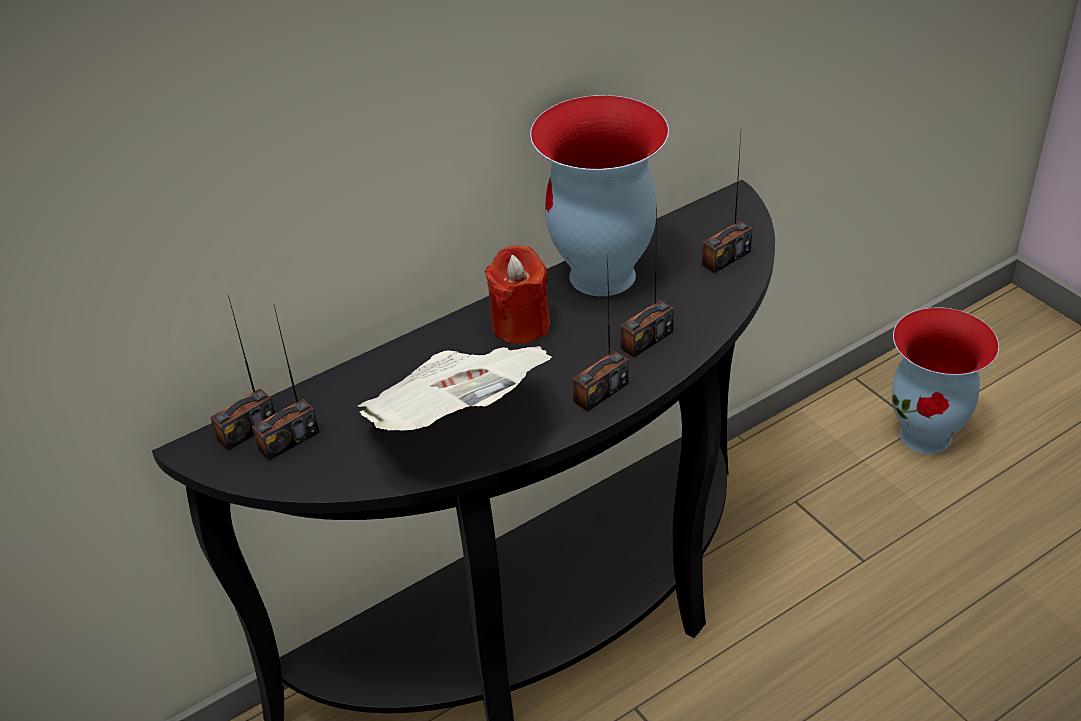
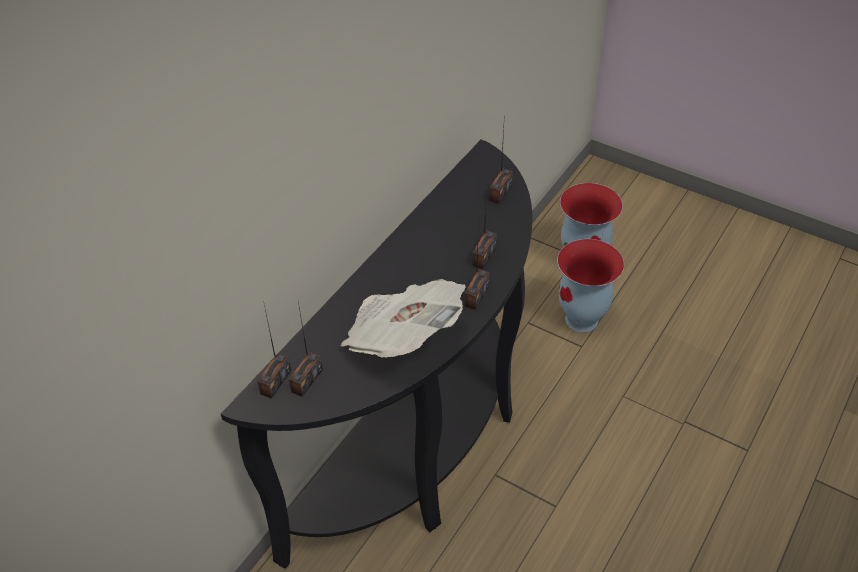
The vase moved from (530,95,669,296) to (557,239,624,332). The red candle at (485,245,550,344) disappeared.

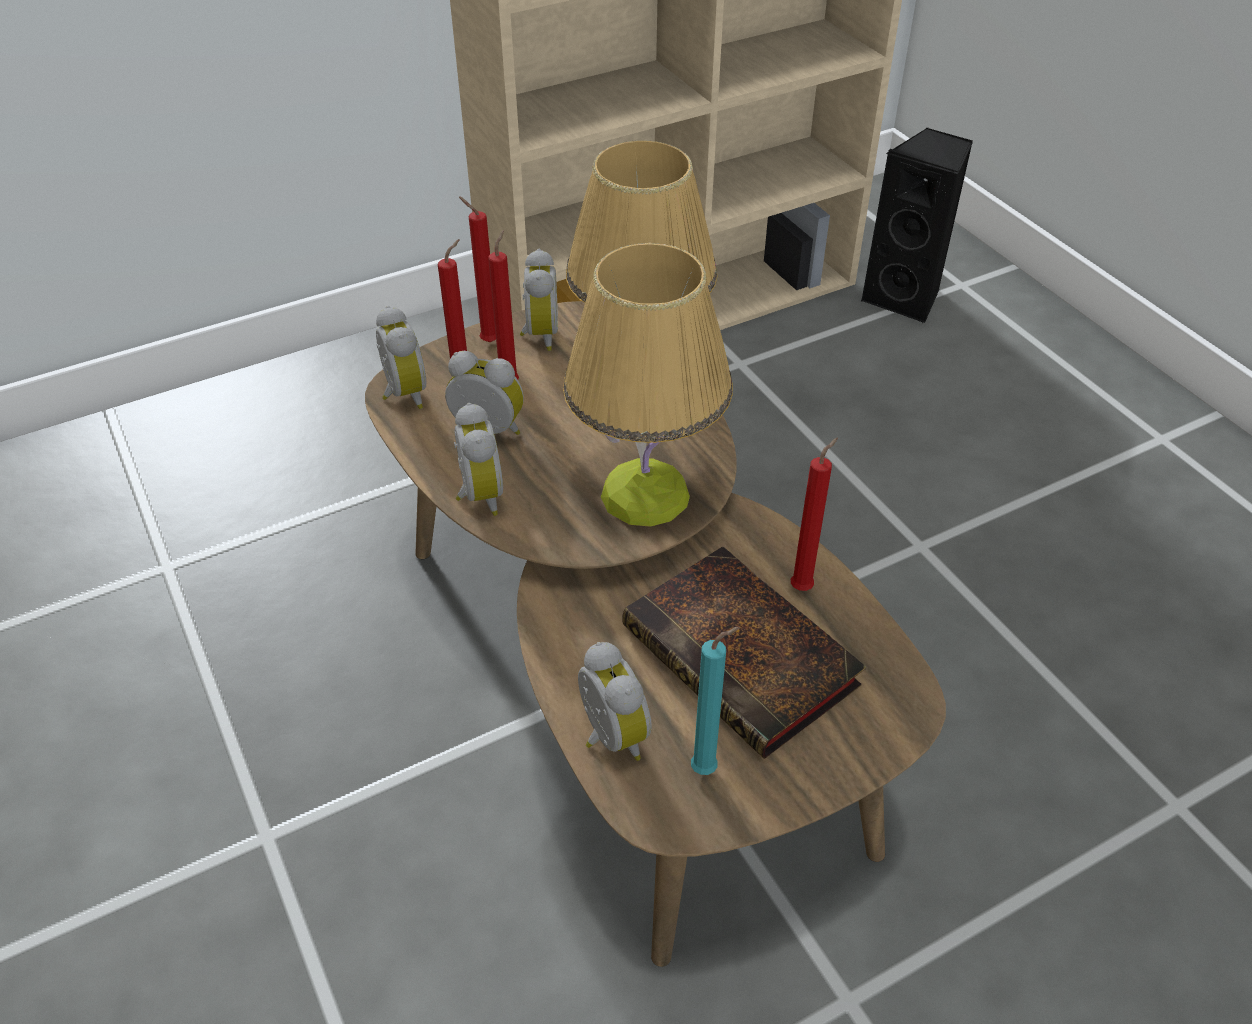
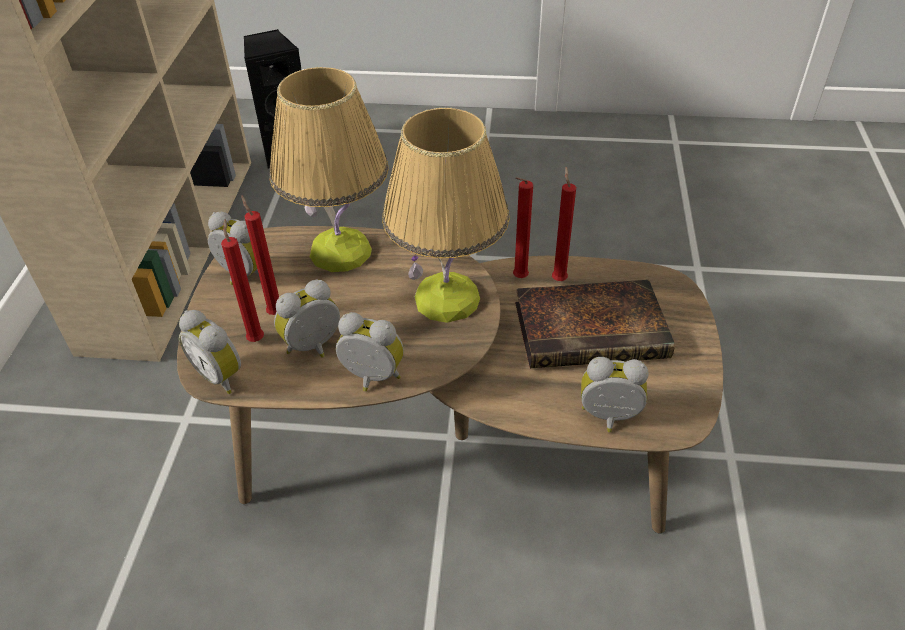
The red candle moved from (459,196,496,342) to (513,177,533,278). The alarm clock at (376,306,427,409) turned 150 degrees counterclockwise. The turquoise candle at (691,627,740,775) disappeared.

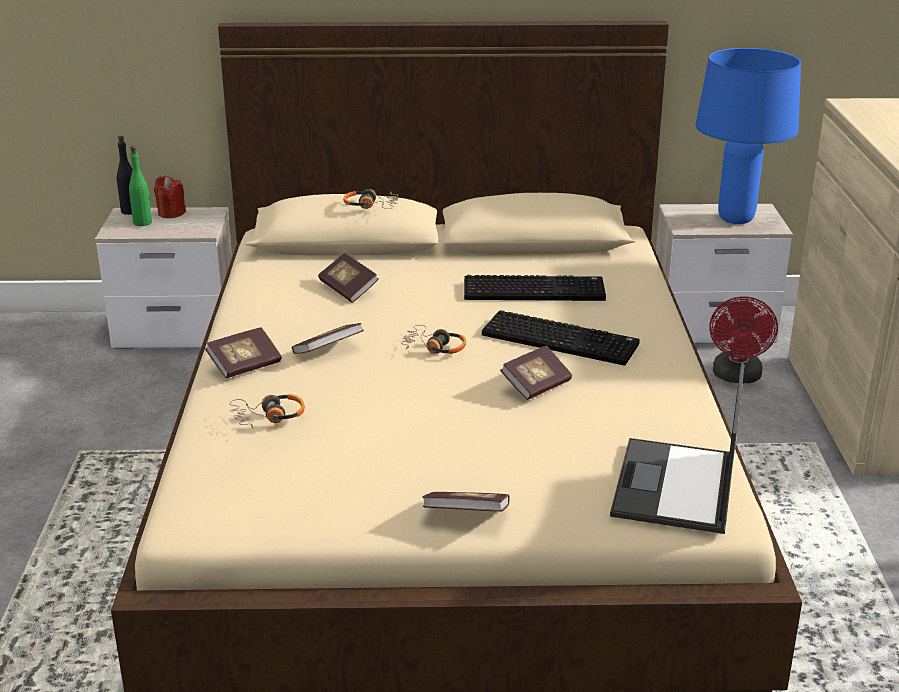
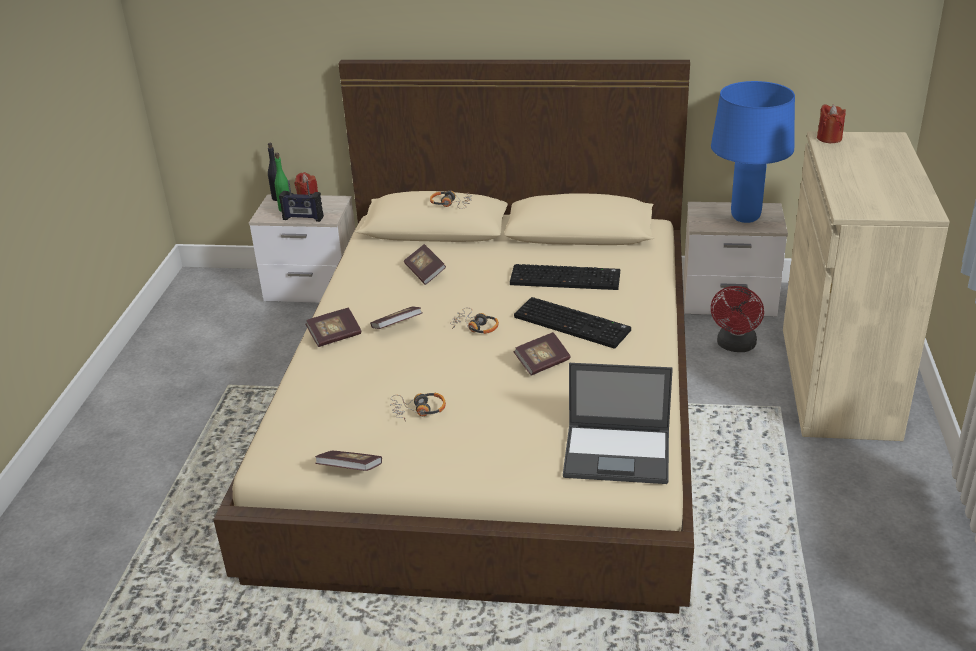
The laptop at (610,363,744,534) turned 105 degrees counterclockwise. The headphones moved from (230,394,305,429) to (390,393,446,422). The book moved from (422,492,510,512) to (315,451,382,471). The red candle at (817,104,846,143) appeared. The radio at (279,180,324,222) appeared.

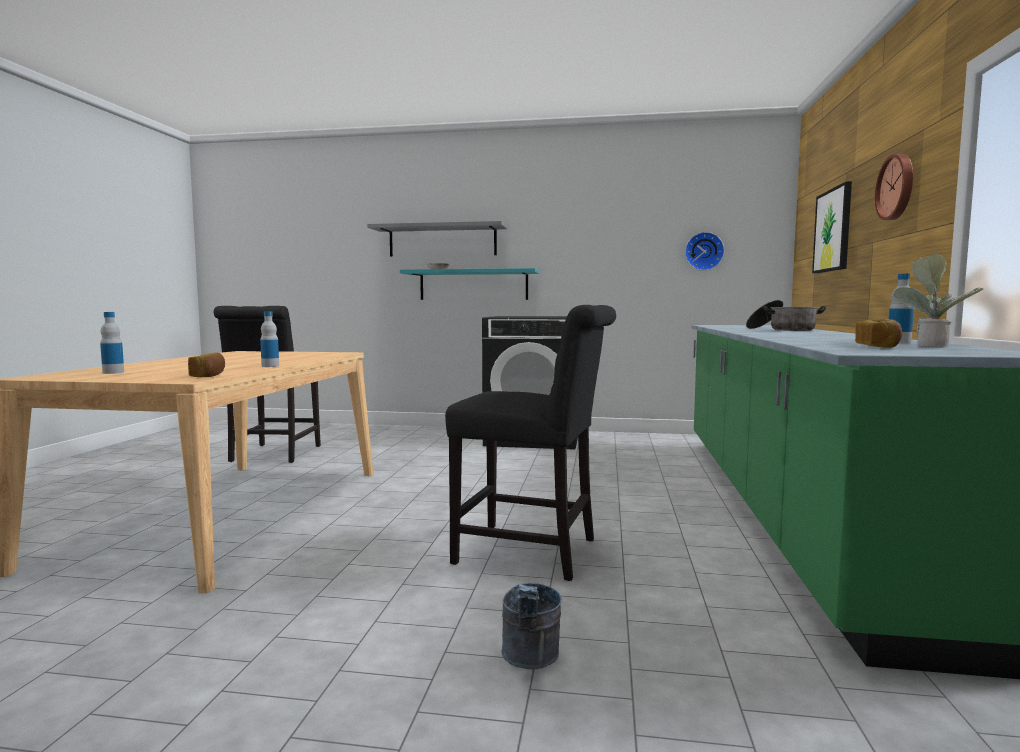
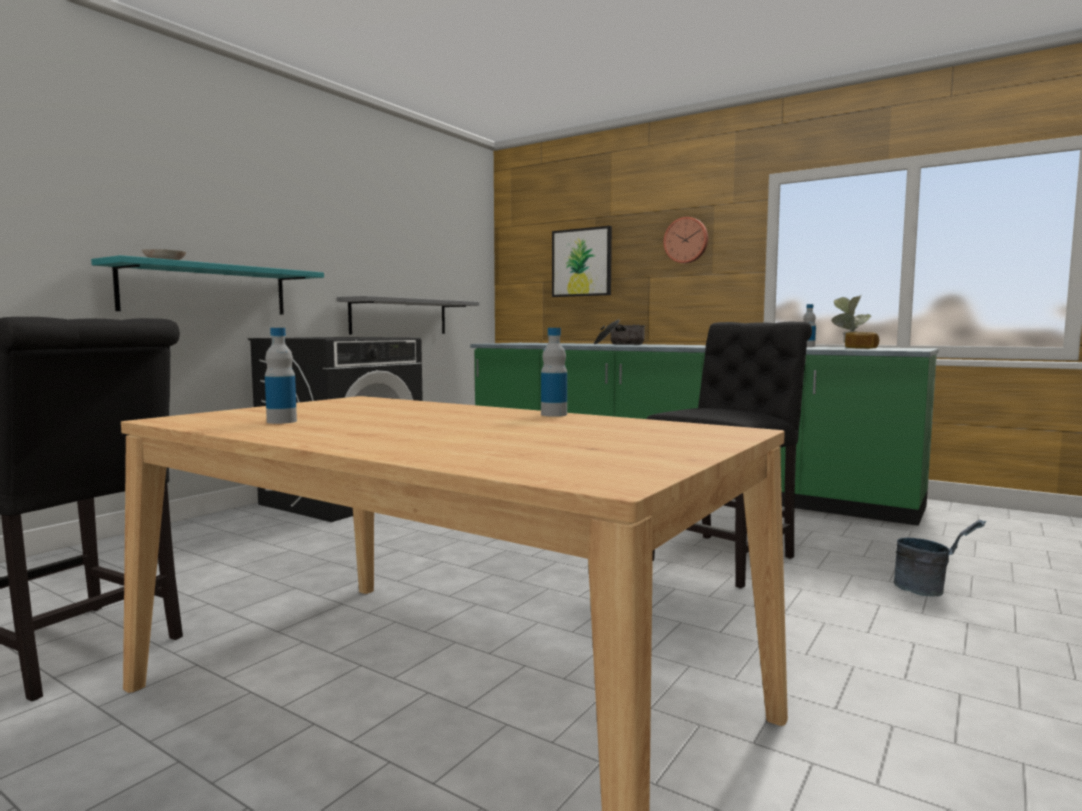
The grey shelf moved from (367,221,507,257) to (337,296,479,335). The wall clock at (685,232,724,271) disappeared. The bottle moved from (100,312,124,374) to (265,328,297,424). The bread at (188,352,225,377) disappeared.

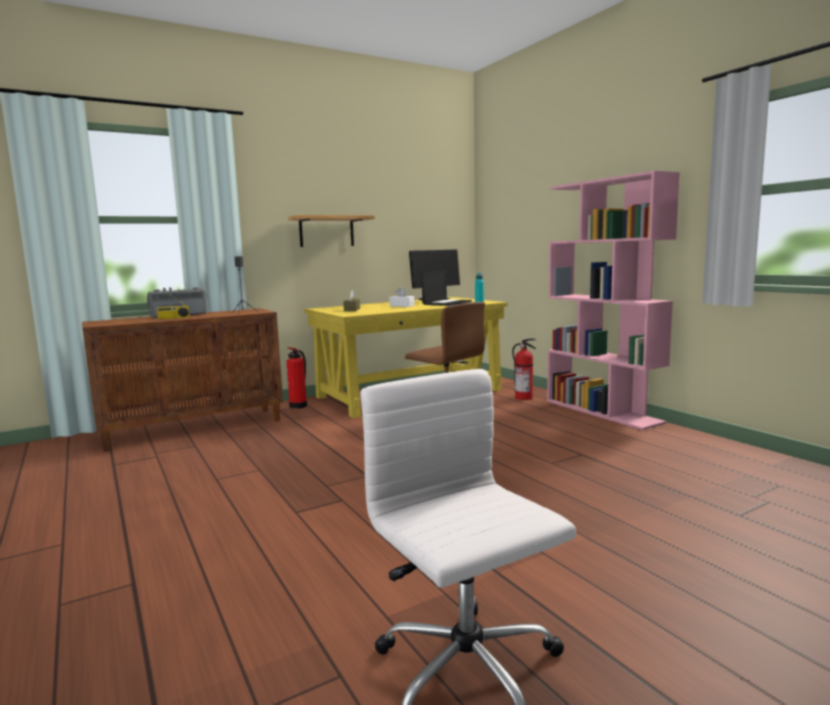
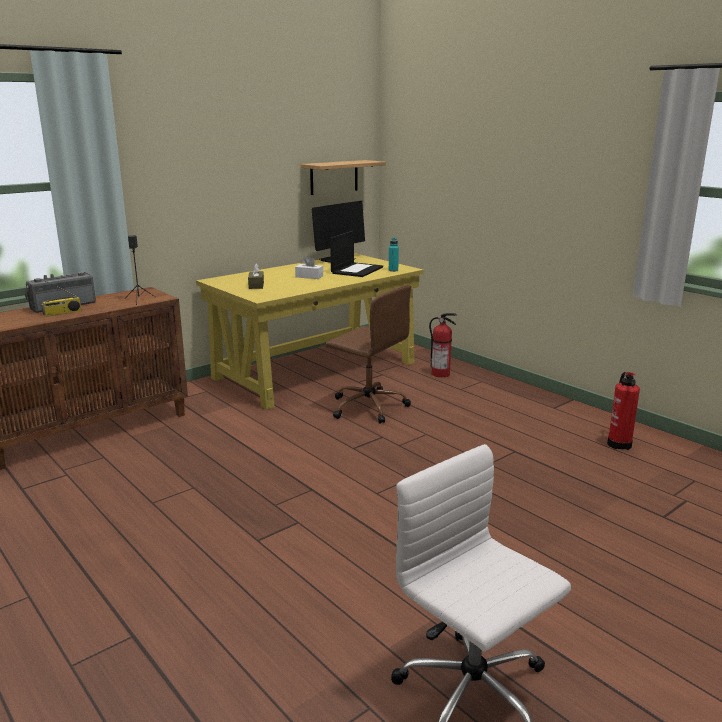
The pink bookcase at (547,170,680,430) disappeared. The shelf moved from (288,215,375,247) to (301,160,386,195). The fire extinguisher moved from (286,347,307,409) to (607,372,640,450).

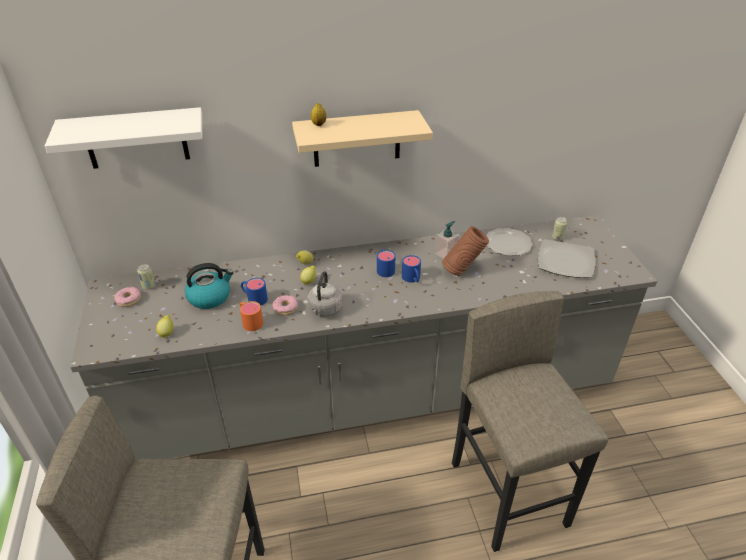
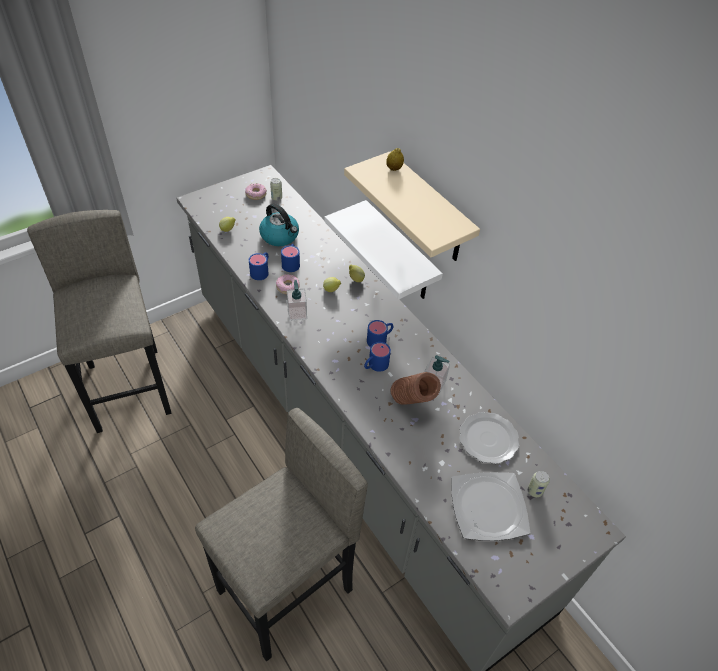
The white shelf moved from (45,107,202,169) to (325,200,443,299). The grey kettle at (307,271,342,317) was replaced by the soap dispenser at (287,280,307,321). The orange mug at (240,301,263,331) became the blue mug at (249,252,269,280).

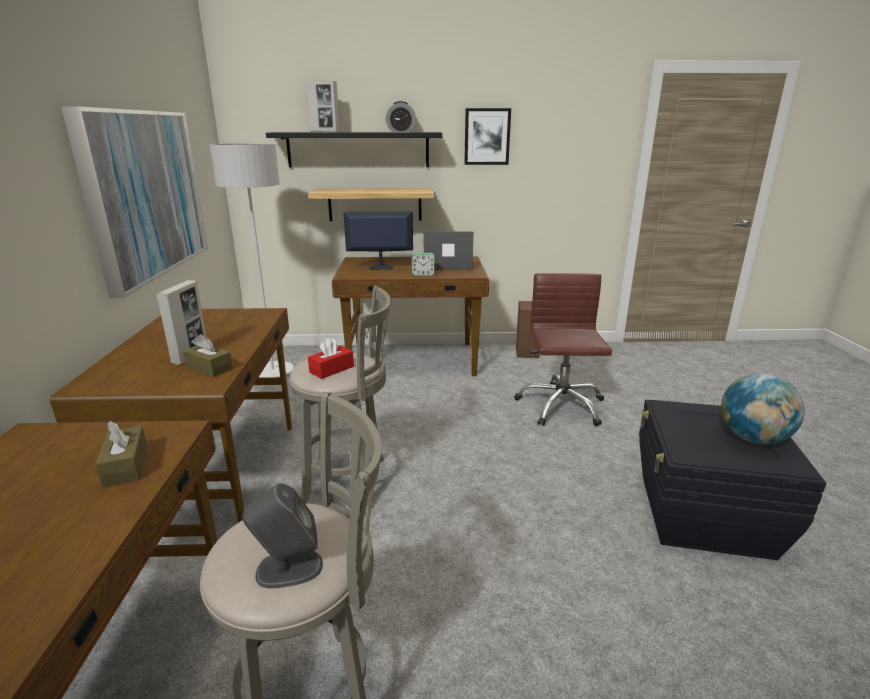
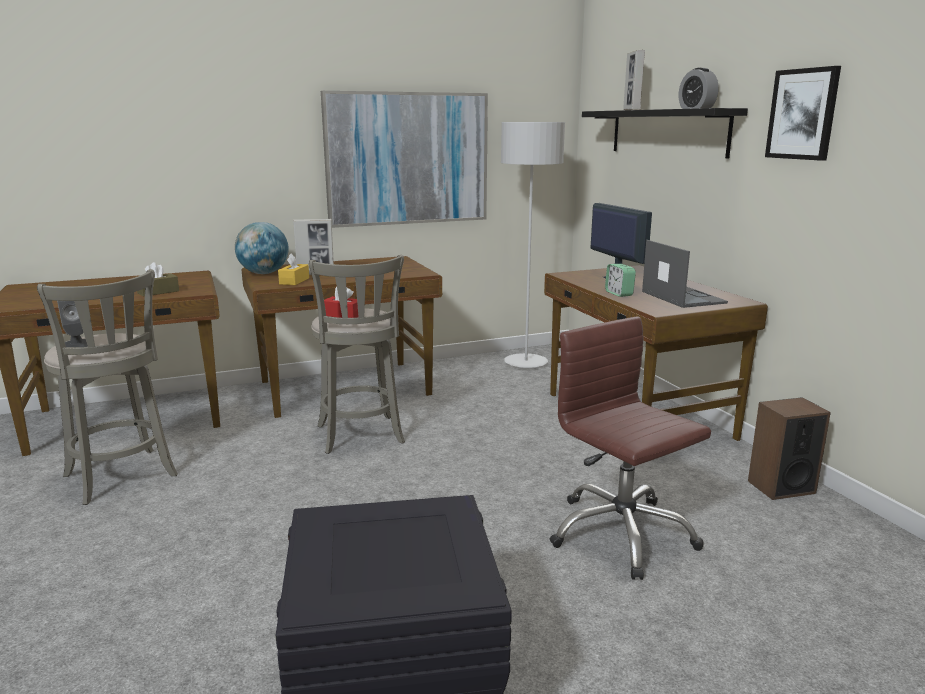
The shelf at (308,188,434,221) disappeared. The brown office chair at (514,273,612,426) turned 105 degrees counterclockwise. The brown tissue box at (183,334,233,377) became the yellow tissue box at (278,253,309,285). The globe moved from (721,373,805,445) to (235,222,289,274).

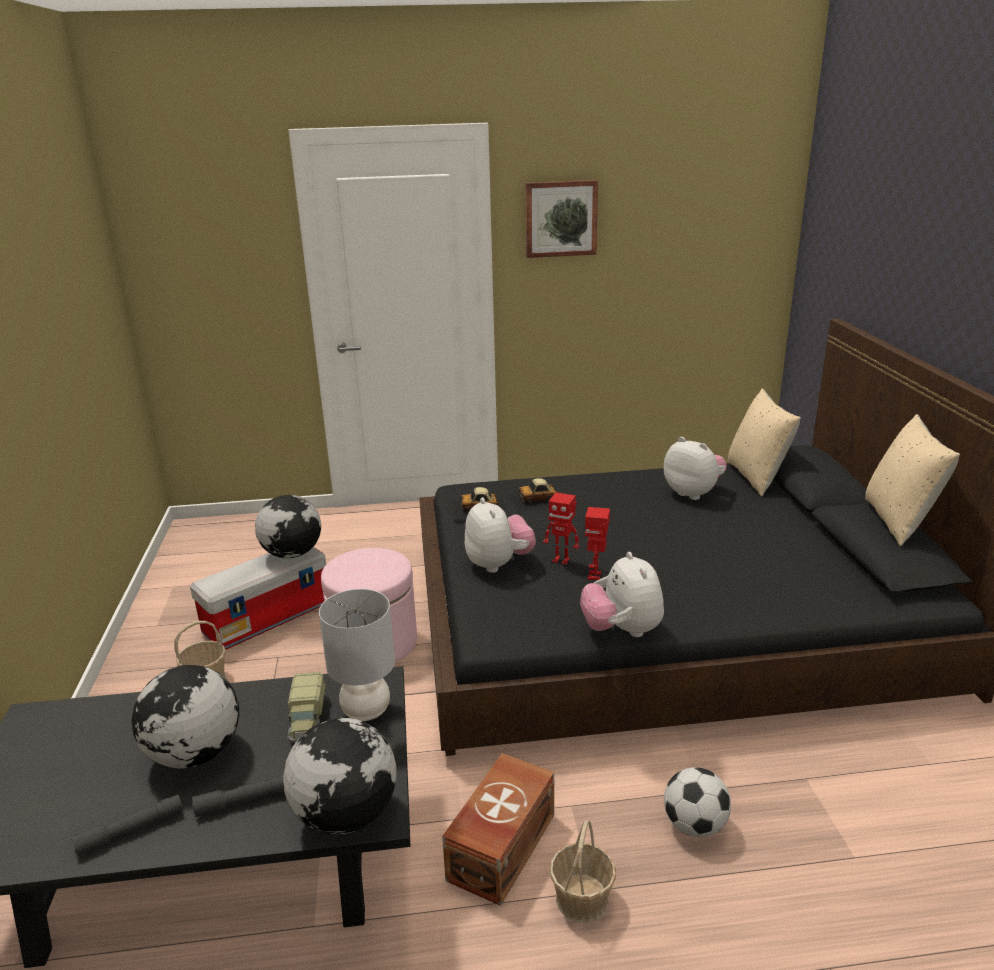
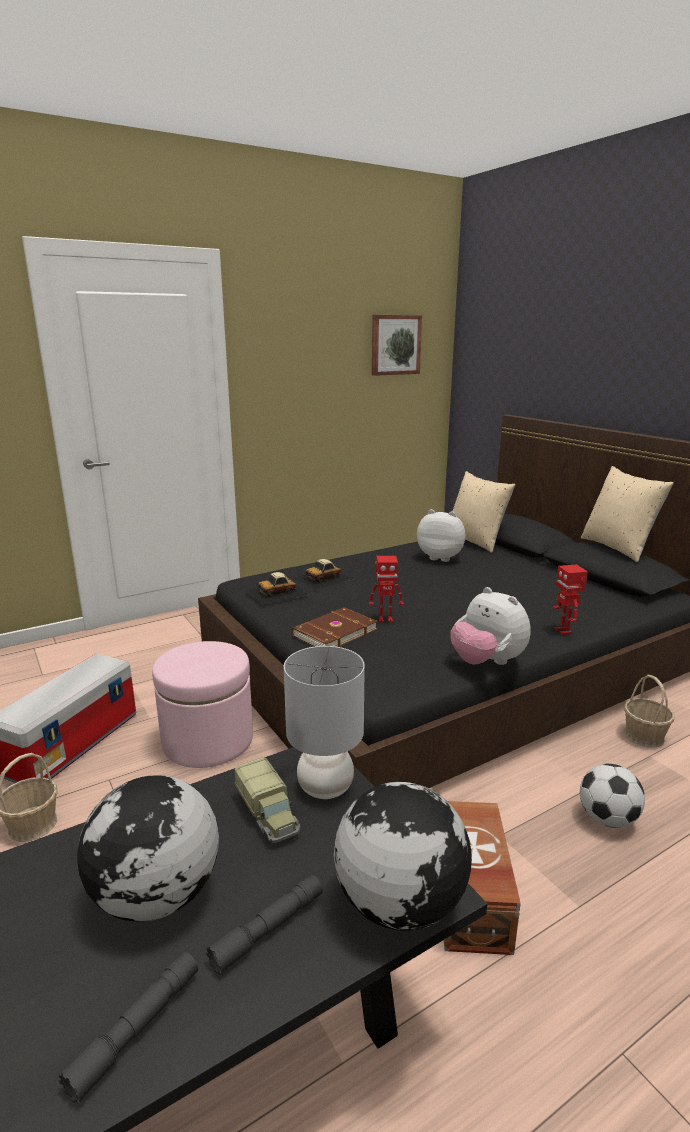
The picture moved from (526,180,598,258) to (372,315,422,376). The globe at (255,495,321,558) disappeared. The plush toy at (465,497,536,573) was replaced by the brown book at (292,607,378,647). The toy robot moved from (585,507,610,580) to (553,564,588,635). The basket moved from (550,820,616,923) to (624,675,674,747).

